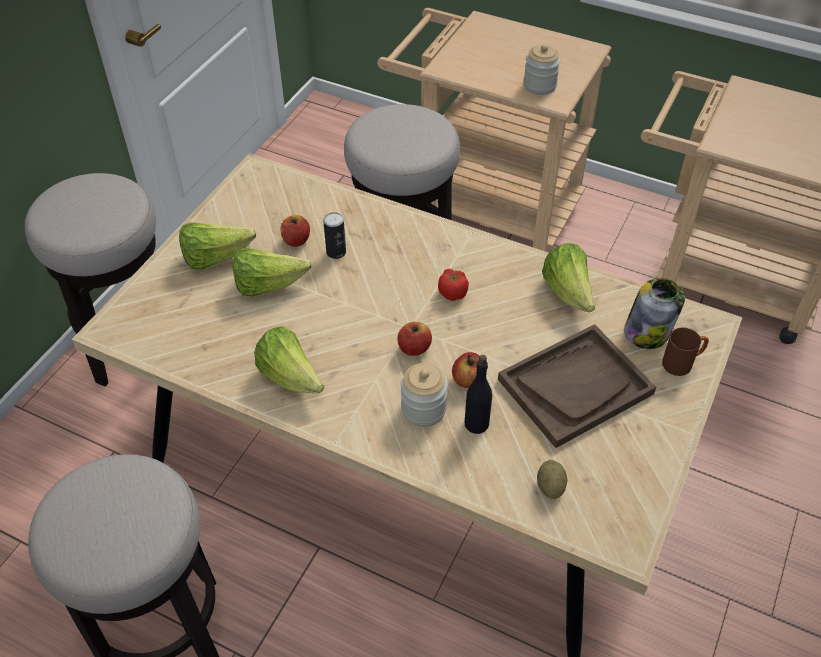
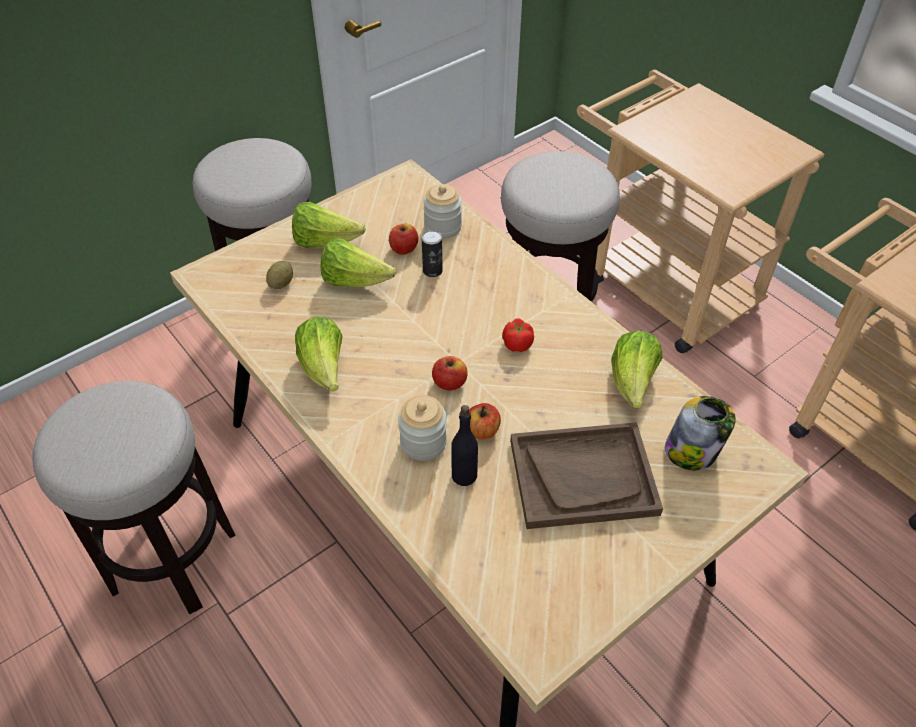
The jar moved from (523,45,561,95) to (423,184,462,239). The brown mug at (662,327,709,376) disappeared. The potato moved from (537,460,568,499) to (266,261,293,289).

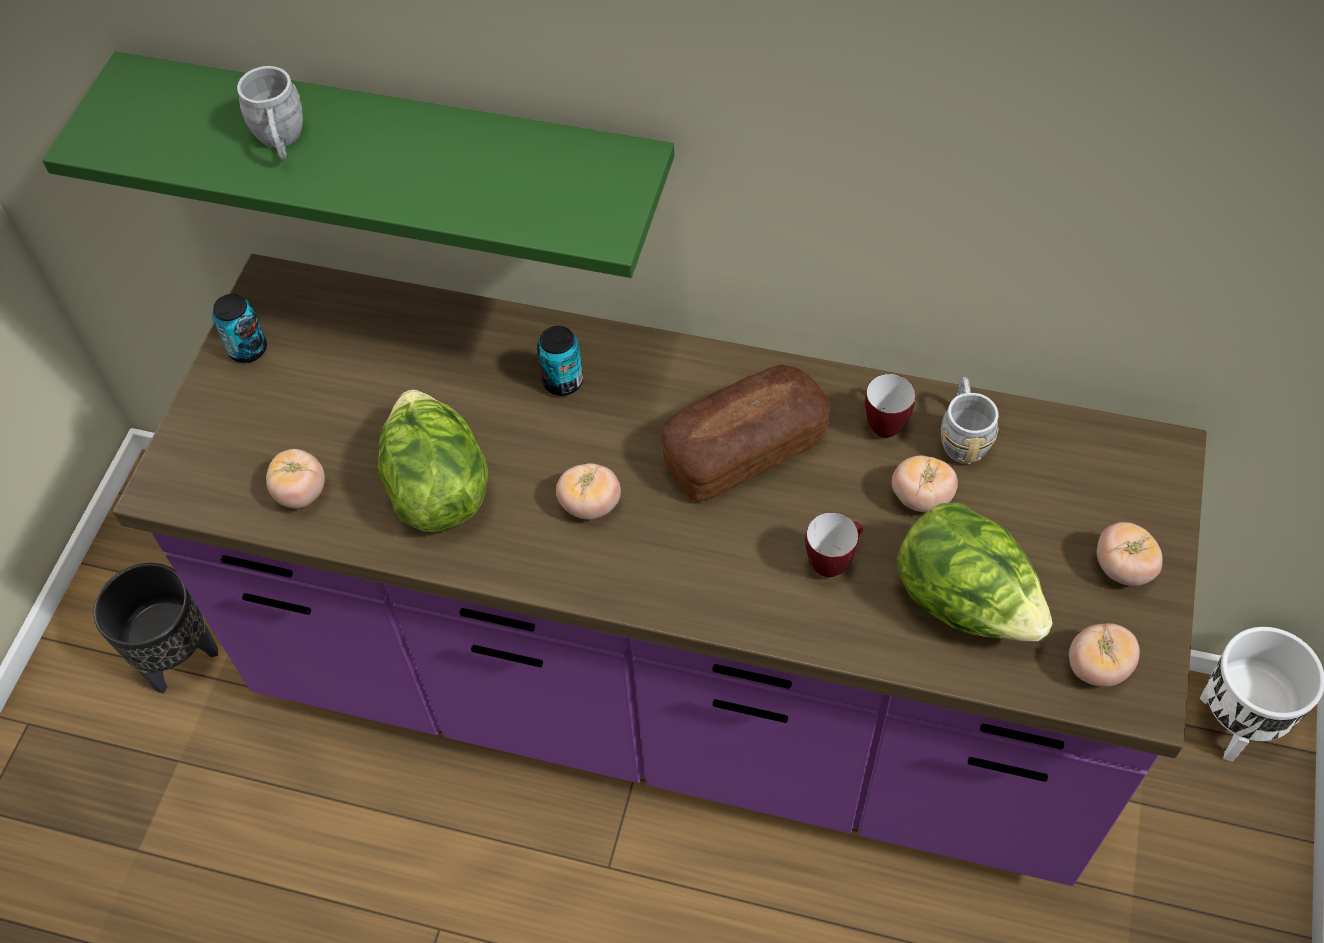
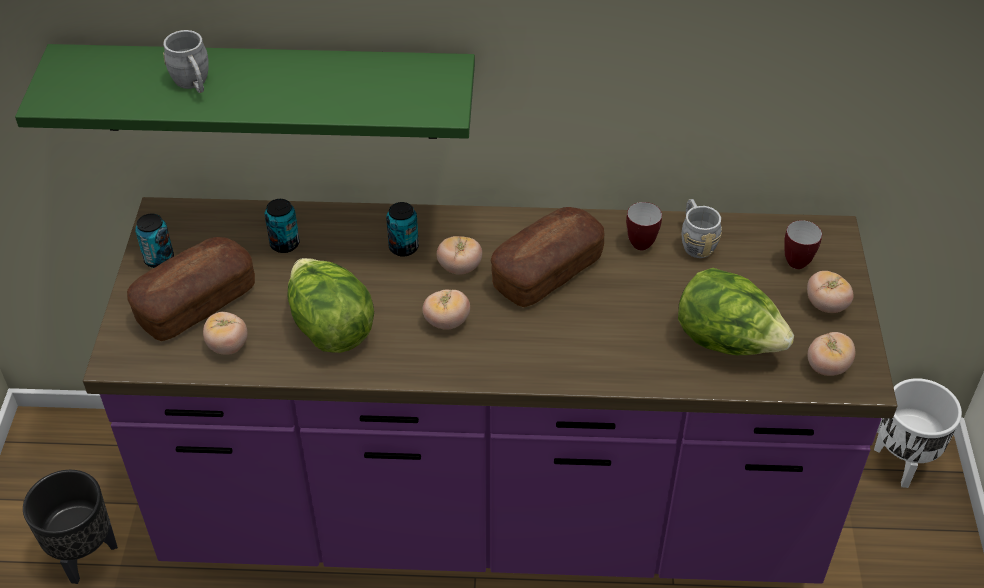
The tomato moved from (892,455,958,512) to (437,236,482,275). The mug moved from (805,512,863,577) to (784,220,822,269). The can at (264,199,300,253) appeared. The bread at (127,237,255,341) appeared.

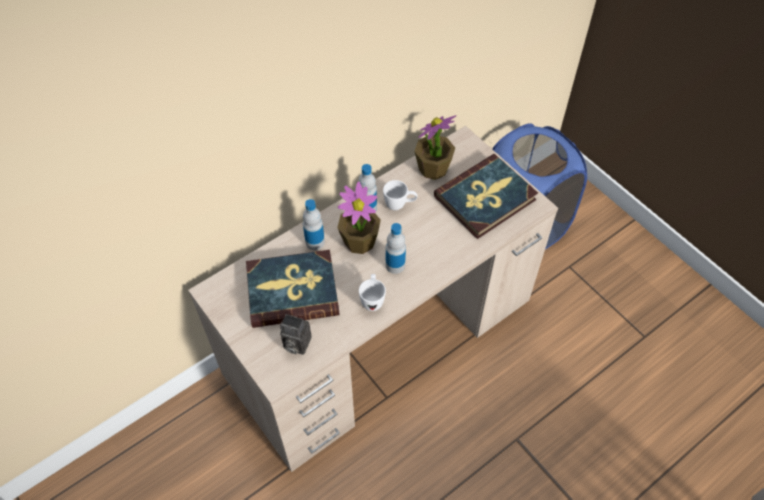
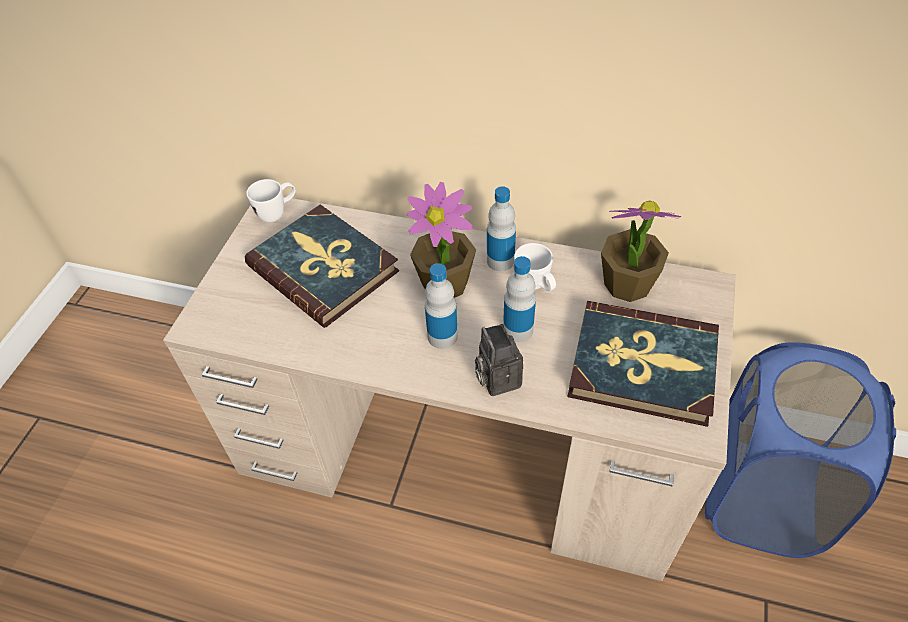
The bottle moved from (303,199,325,250) to (503,256,536,342). The white mug moved from (359,274,386,311) to (246,179,296,223). The photo camera moved from (280,314,312,355) to (475,324,523,396).

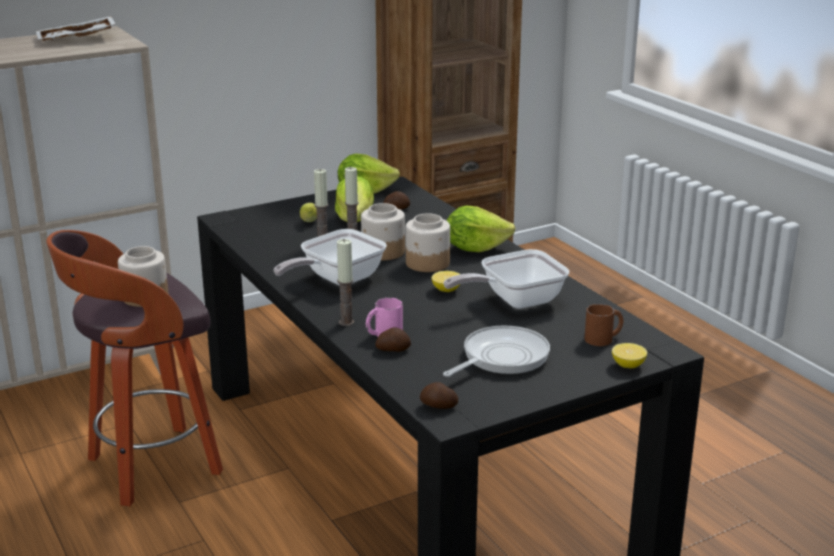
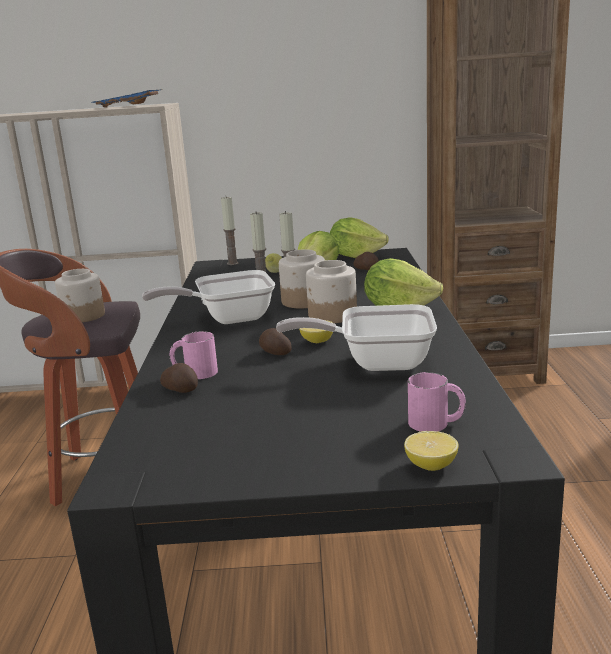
The white tray at (36,16,116,41) became the blue tray at (92,89,161,108). The candle moved from (337,239,354,326) to (221,197,239,265). The brown mug at (584,304,623,346) became the pink mug at (408,372,466,432). The frying pan at (443,326,550,377) disappeared. The potato moved from (420,382,458,409) to (259,328,291,355).

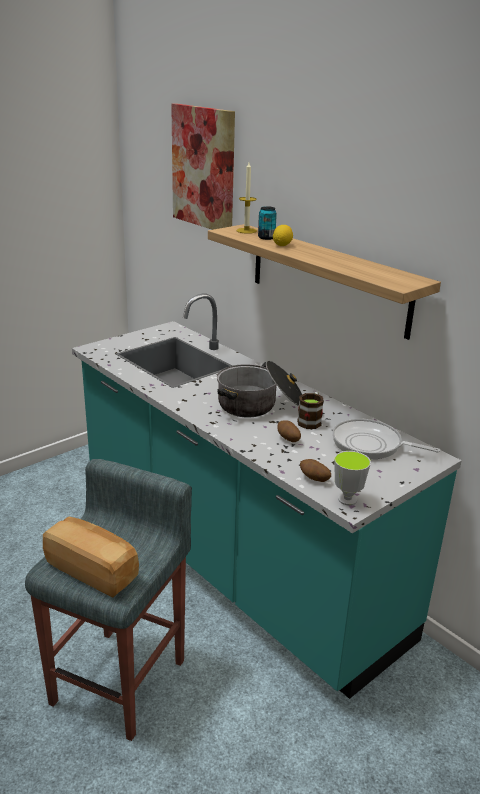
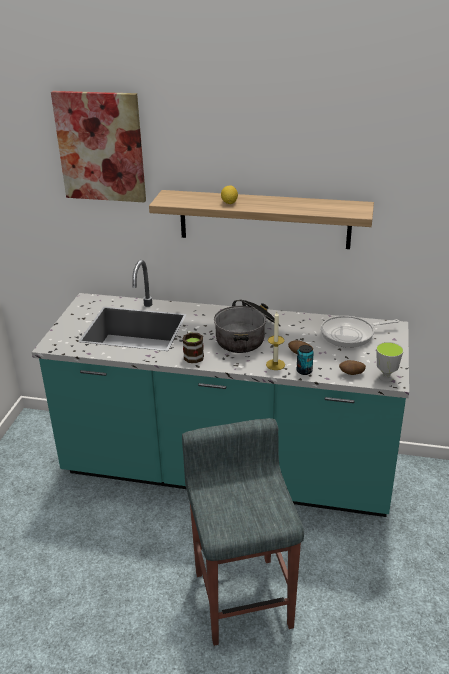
The candle moved from (236,163,257,234) to (266,312,285,370). The can moved from (258,206,277,240) to (297,345,314,375). The mug moved from (297,392,324,429) to (182,331,204,363). The bread at (43,517,139,597) disappeared.

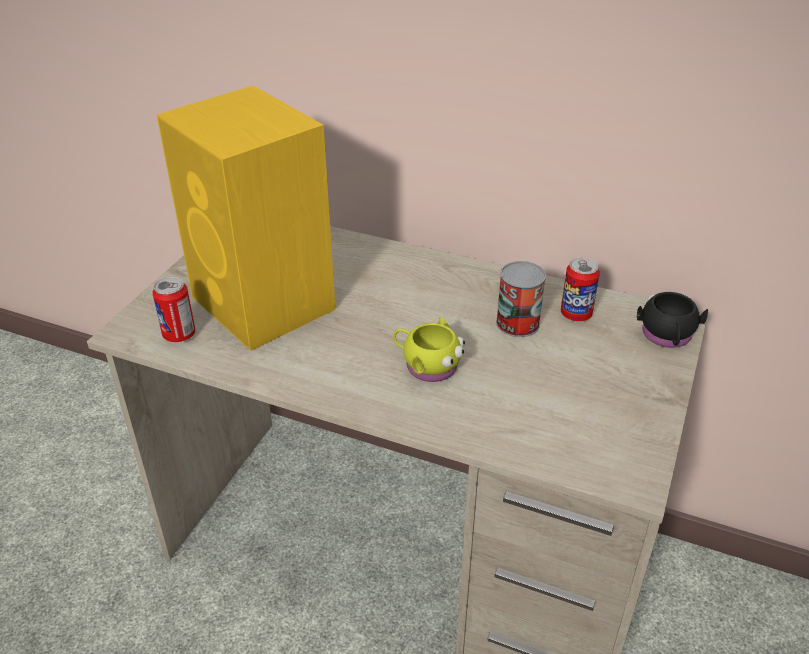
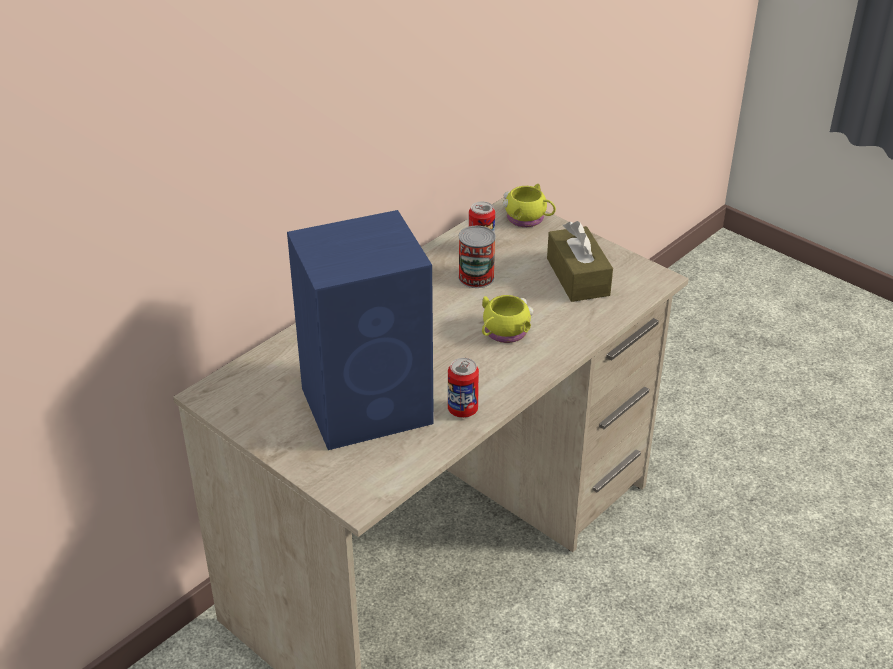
The yellow speaker at (156,86,336,351) became the blue speaker at (287,210,434,450). The can moved from (152,277,196,342) to (448,358,479,418). The black mug at (637,291,708,348) became the yellow mug at (503,184,556,227). The brown tissue box at (547,221,613,302) appeared.

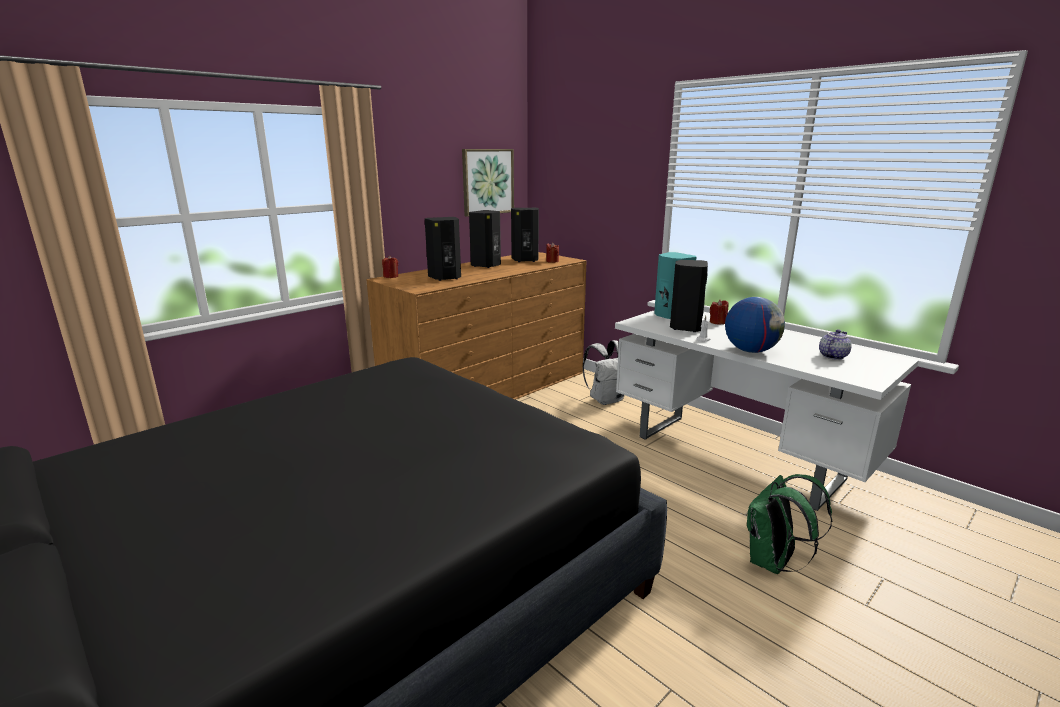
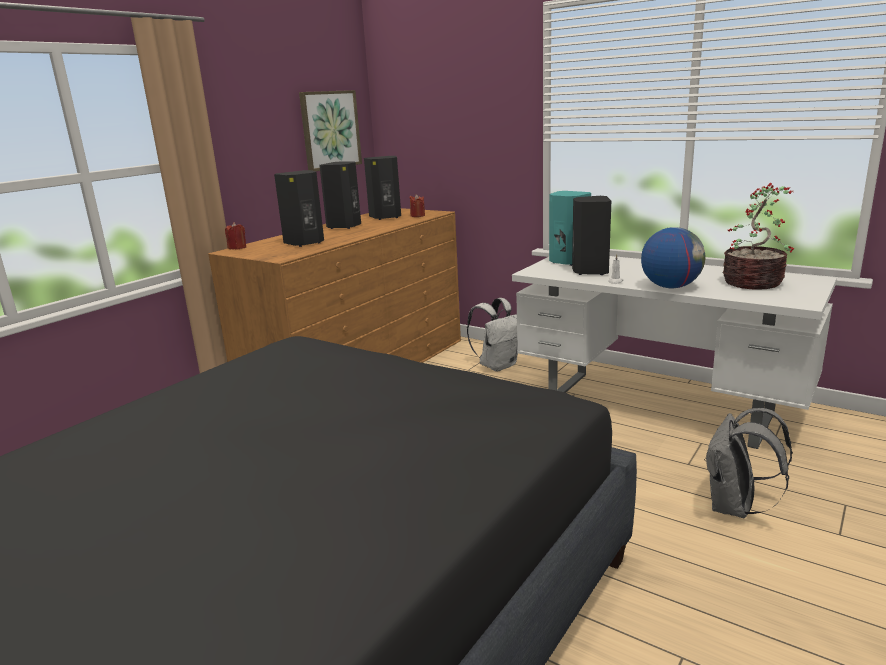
The red candle at (710,299,729,325) disappeared. The teapot at (819,329,852,360) was replaced by the potted plant at (723,183,795,289). The green backpack at (747,474,832,574) became the grey backpack at (704,408,793,518).

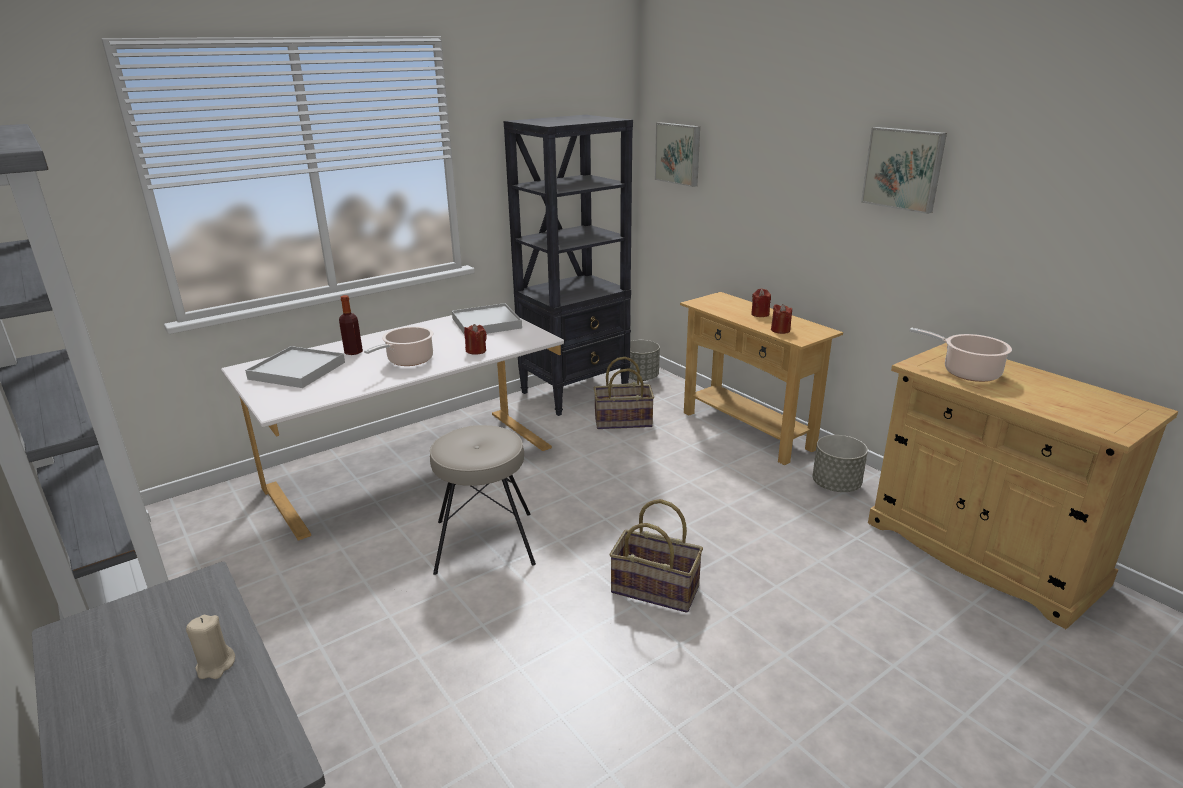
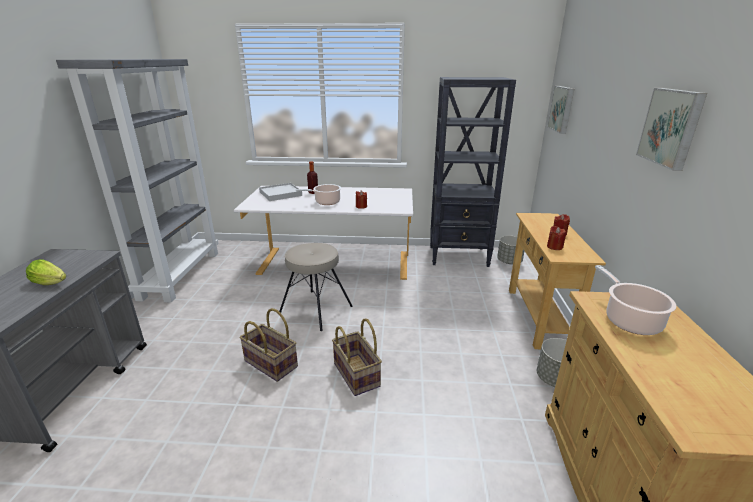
The white tray at (452,303,522,335) disappeared. The basket moved from (594,357,654,429) to (239,308,298,382). The beige candle at (186,615,235,679) was replaced by the lettuce at (26,259,66,285).

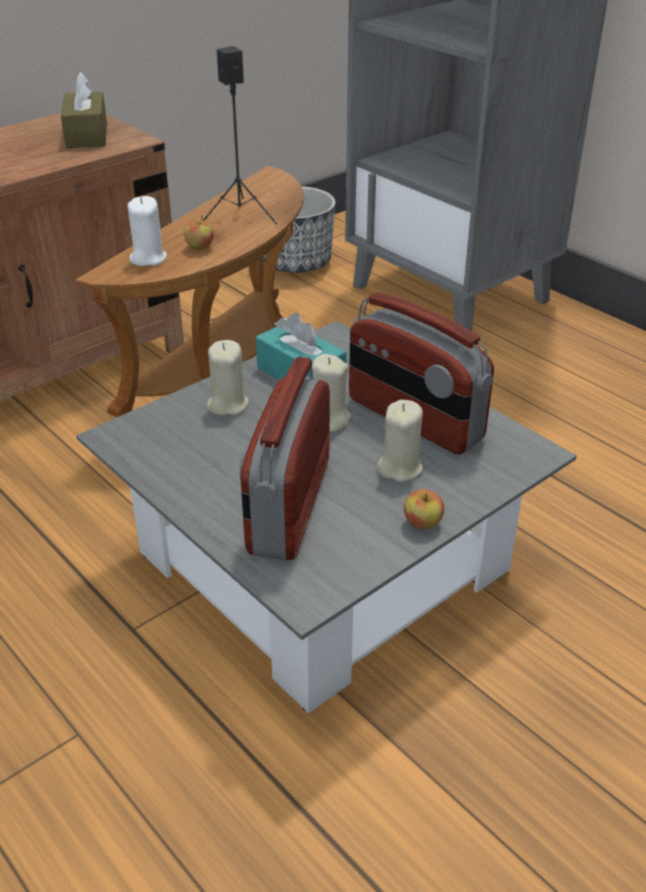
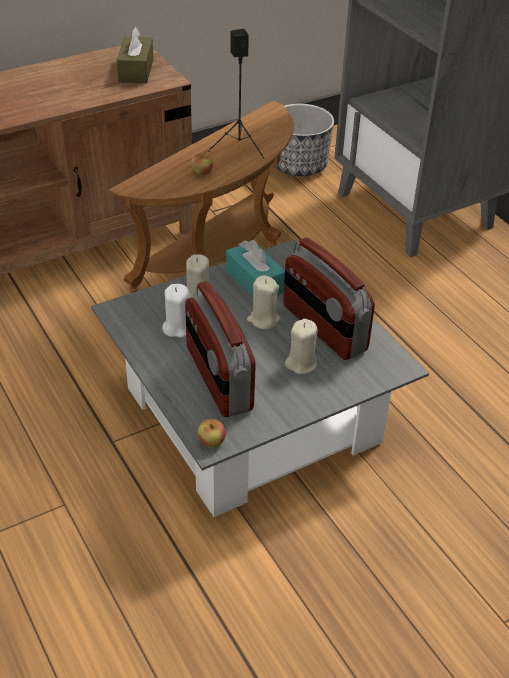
The white candle moved from (127,196,167,266) to (162,284,189,338). The radio at (240,357,330,560) turned 45 degrees counterclockwise. The apple moved from (404,489,444,529) to (198,419,226,447).

